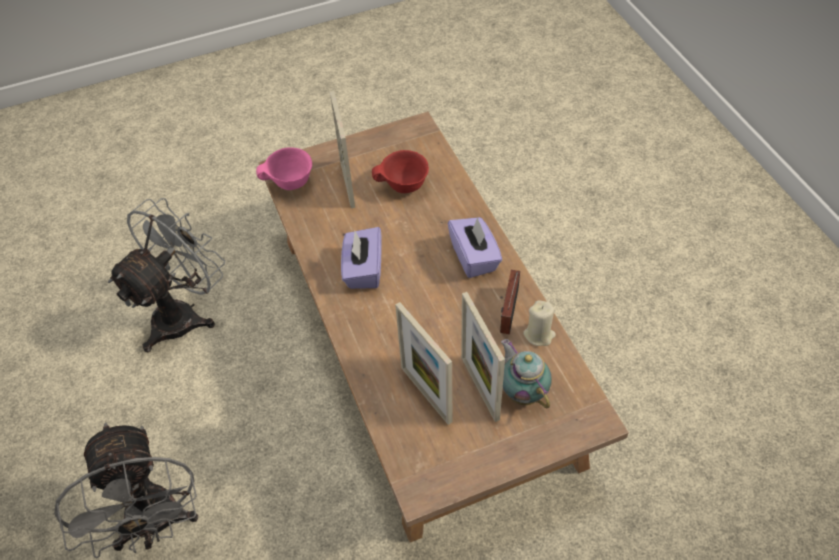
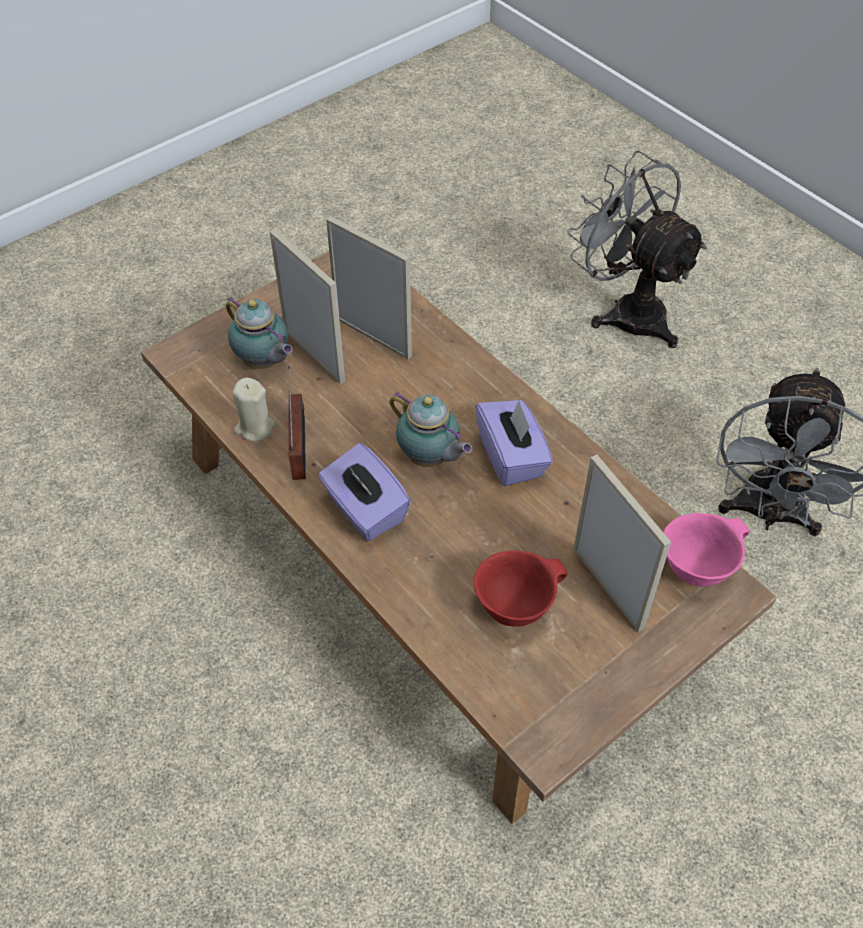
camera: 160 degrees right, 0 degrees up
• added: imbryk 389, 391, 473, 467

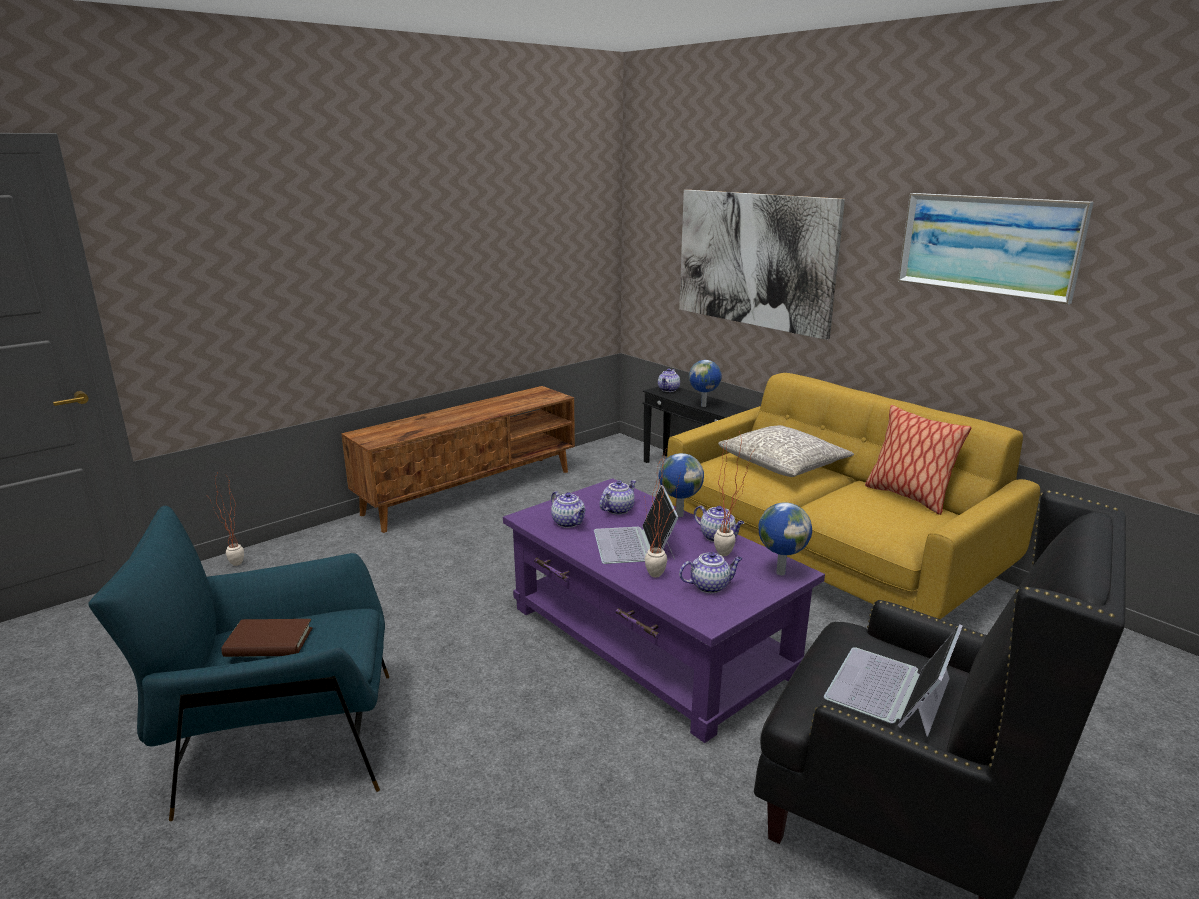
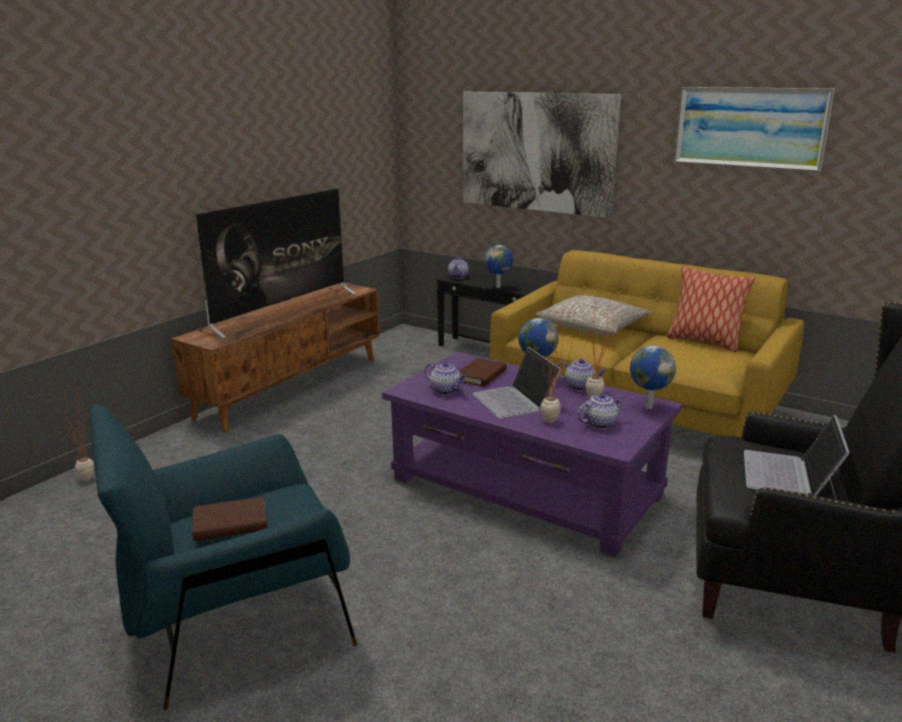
camera: 15 degrees left, 0 degrees up
• added: telewizor 196, 189, 355, 338
• replaced: imbryk 600, 480, 636, 515 to książka [brązowy] 459, 358, 507, 387

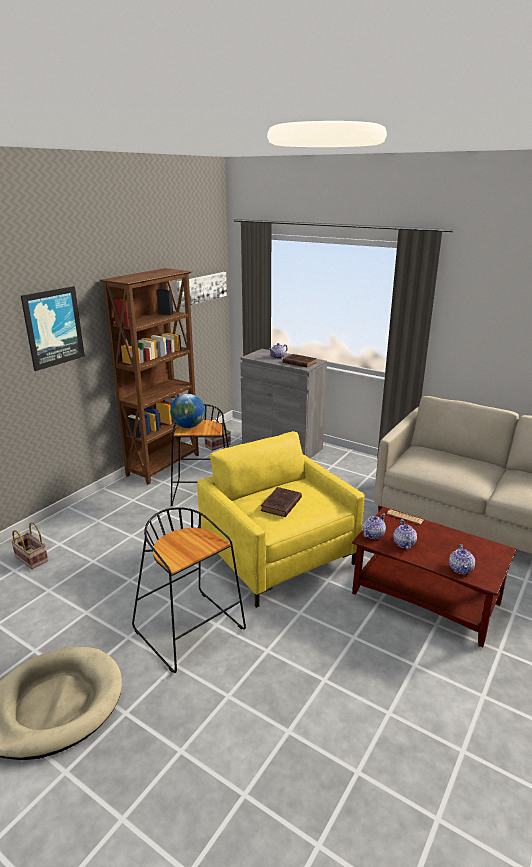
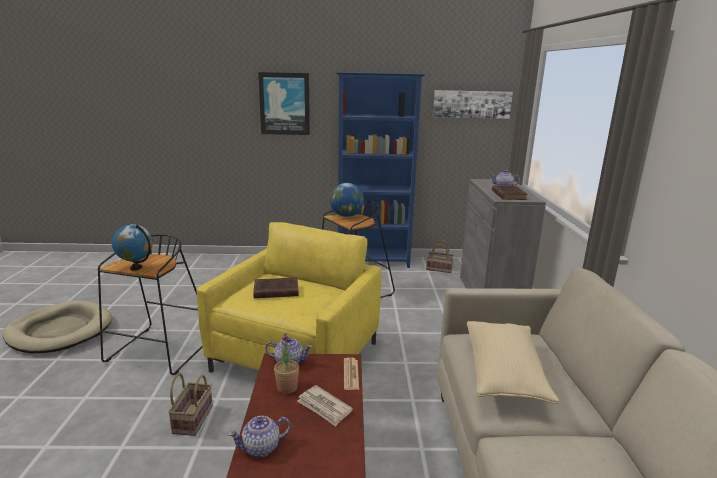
camera: 55 degrees right, 5 degrees down
• added: globus 112, 224, 153, 271
• added: gazeta 297, 385, 353, 426
• added: poduszka [beżowy] 467, 321, 559, 404
• moved: koszyk 11, 522, 48, 569 to 168, 373, 213, 436
• replaced: imbryk 393, 519, 417, 549 to roślina doniczkowa 274, 333, 299, 394
• recoloured: regał [brązowy] 100, 268, 199, 485 to regał [niebieski] 336, 72, 425, 268

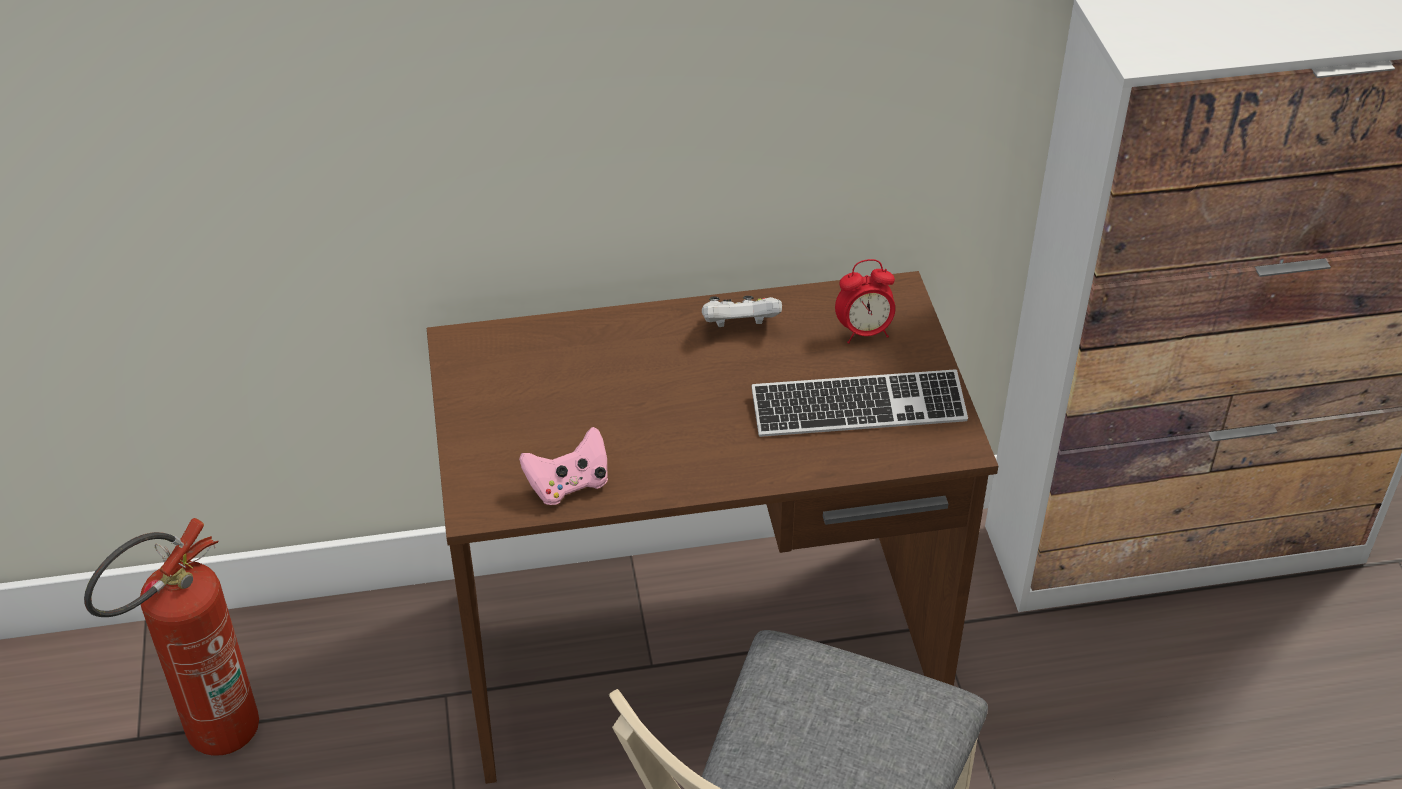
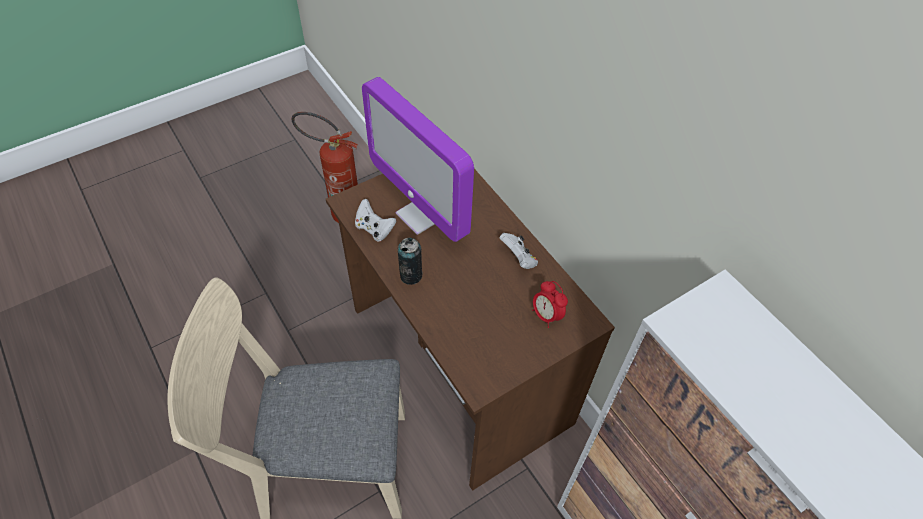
camera: 65 degrees right, 10 degrees up
• removed: klawiatura 752, 369, 968, 437
• added: monitor 362, 77, 474, 242
• added: puszka 398, 238, 423, 285
• recoloured: pad do gier [różowy] 519, 427, 608, 505 to pad do gier [biały] 355, 199, 397, 241

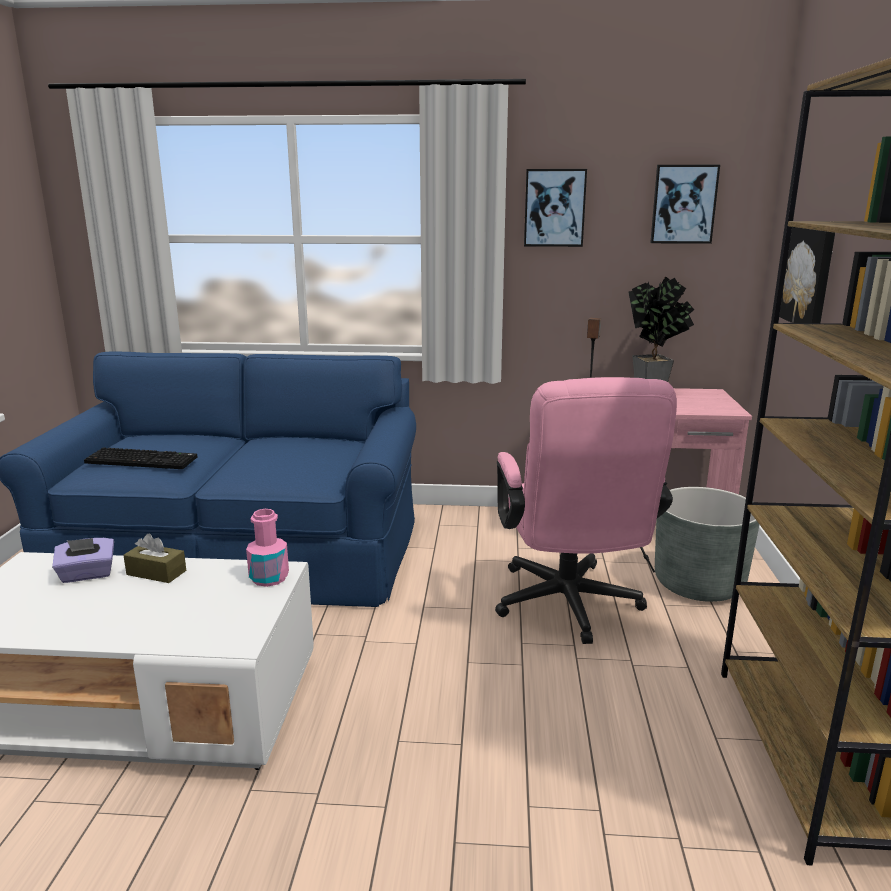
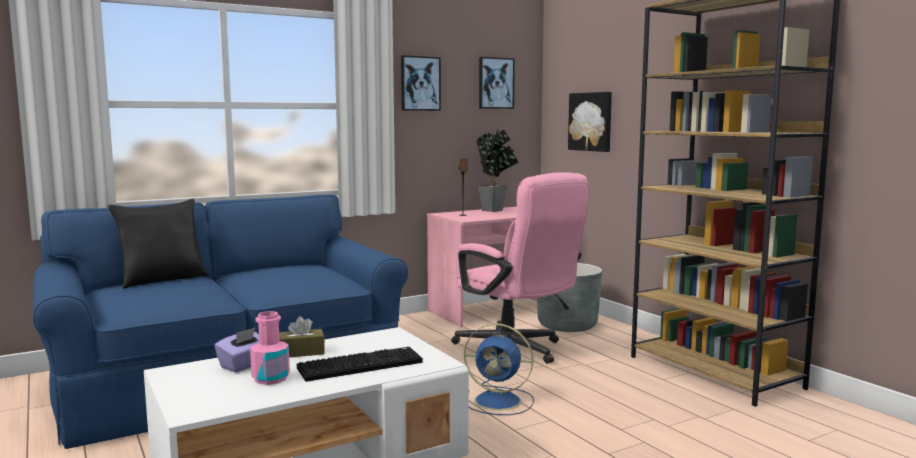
camera: 35 degrees left, 10 degrees down
• added: poduszka [czarny] 108, 198, 209, 289
• added: wentylator [niebieski] 464, 323, 534, 415
• moved: klawiatura 84, 447, 198, 469 to 297, 347, 423, 382
• moved: butelka [różowy] 246, 509, 289, 587 to 250, 311, 290, 385

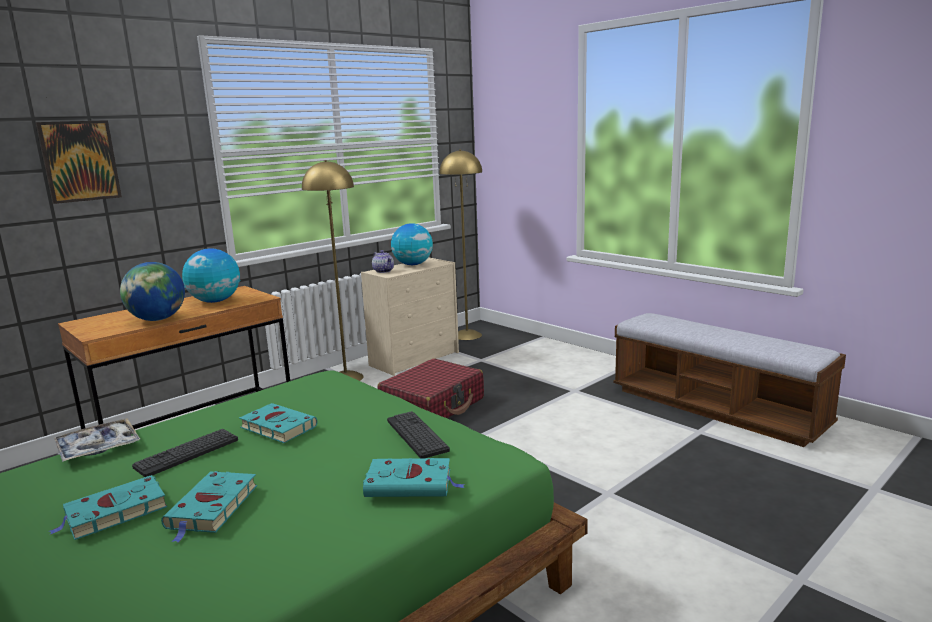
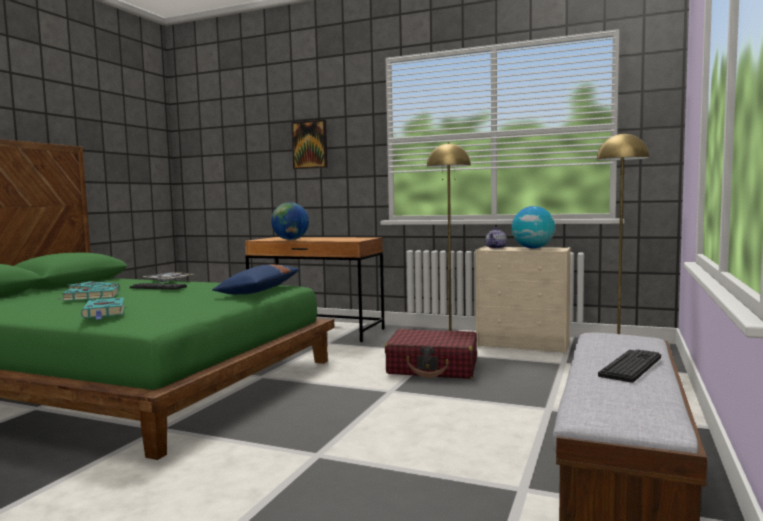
camera: 65 degrees right, 10 degrees down
• removed: globus 182, 248, 241, 303
• removed: książka [turkusowy] 239, 403, 317, 443
• added: poduszka [niebieski] 212, 265, 300, 294
• moved: klawiatura 387, 411, 450, 458 to 598, 349, 661, 383

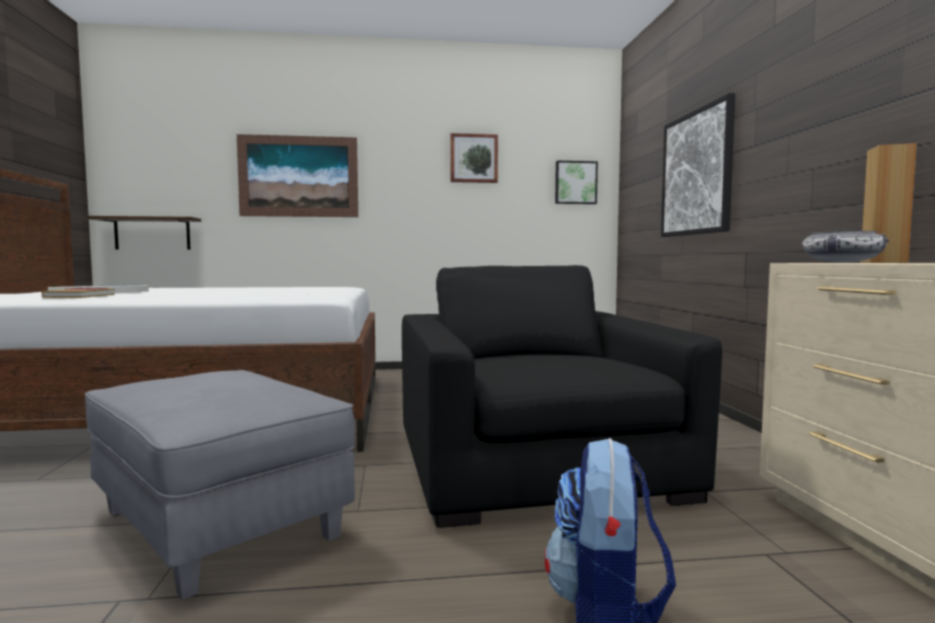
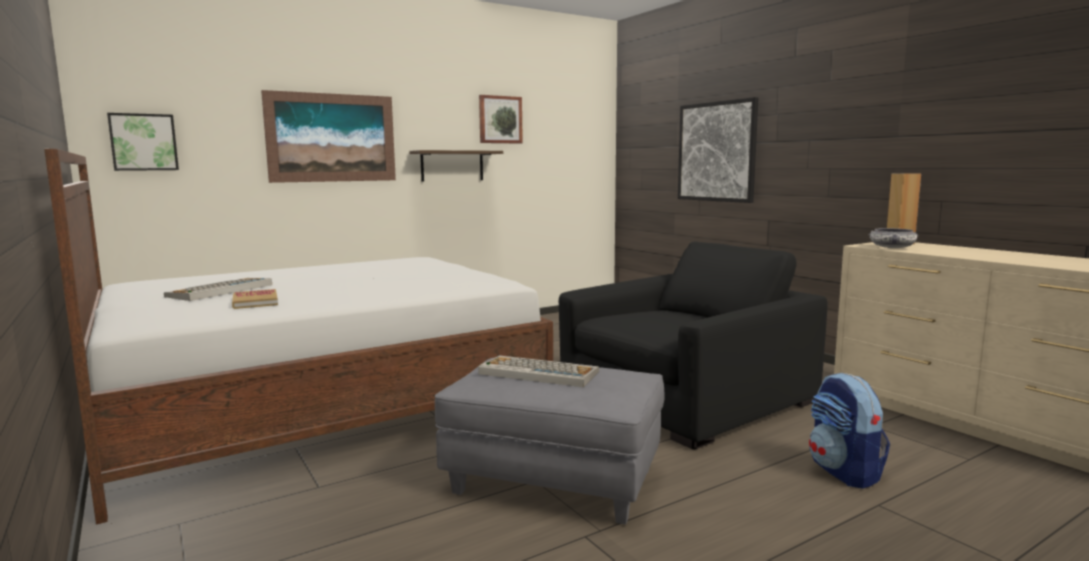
camera: 25 degrees left, 5 degrees up
• added: klawiatura 478, 355, 599, 387
• moved: półka 87, 216, 201, 250 to 409, 150, 503, 182
• moved: obraz 555, 161, 598, 204 to 107, 113, 179, 171
• turned: fotel [czarny] 402, 265, 722, 528 = 559, 241, 828, 449 90 degrees clockwise

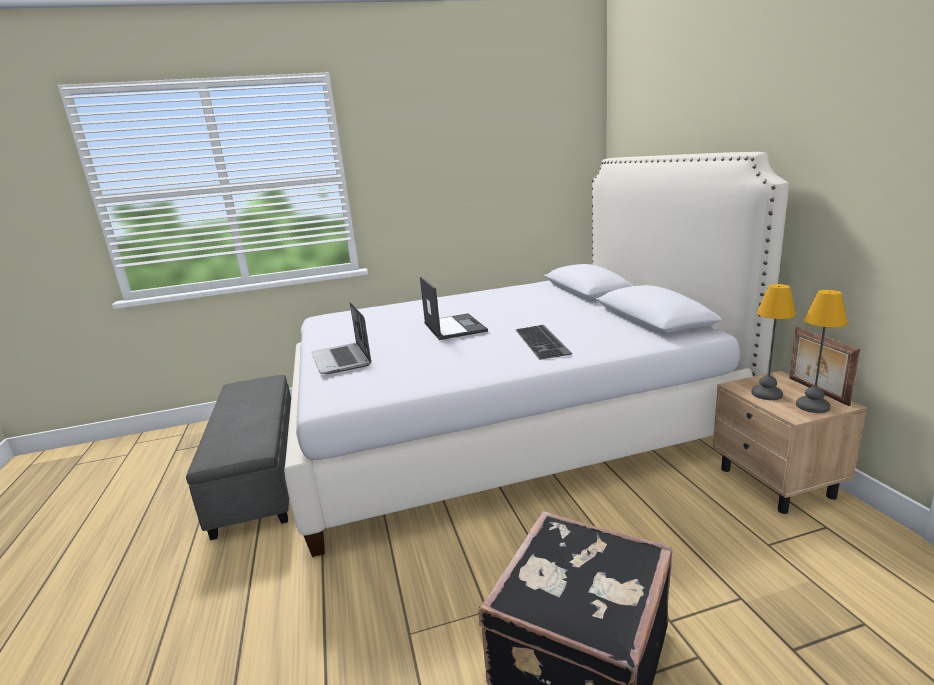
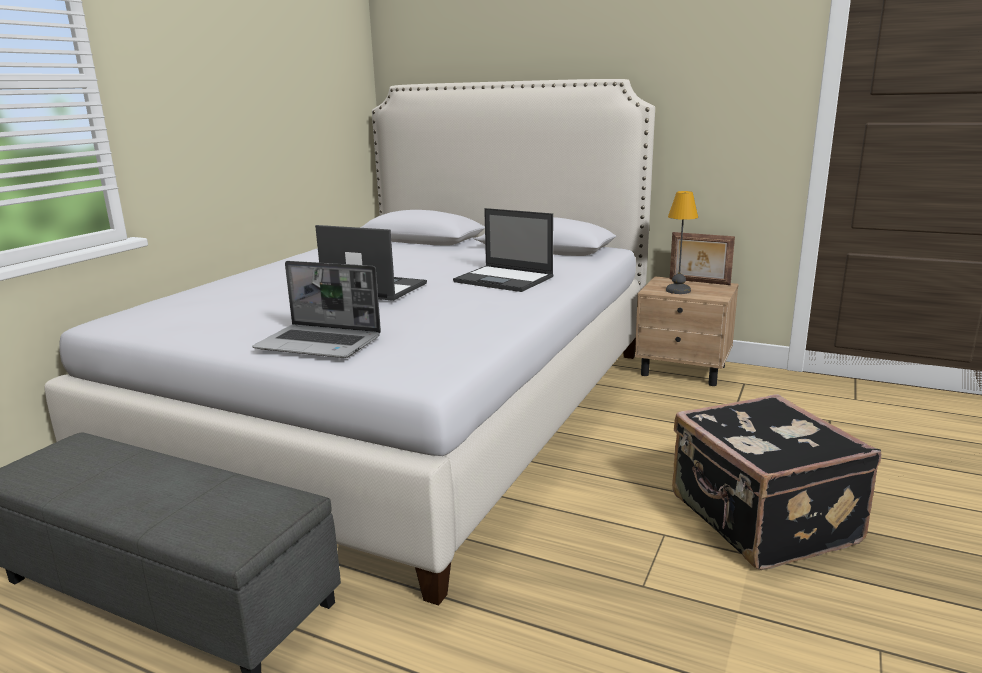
camera: 50 degrees left, 0 degrees up
• removed: lampa stołowa 796, 290, 847, 413
• replaced: klawiatura 516, 325, 572, 360 to laptop 453, 208, 554, 292

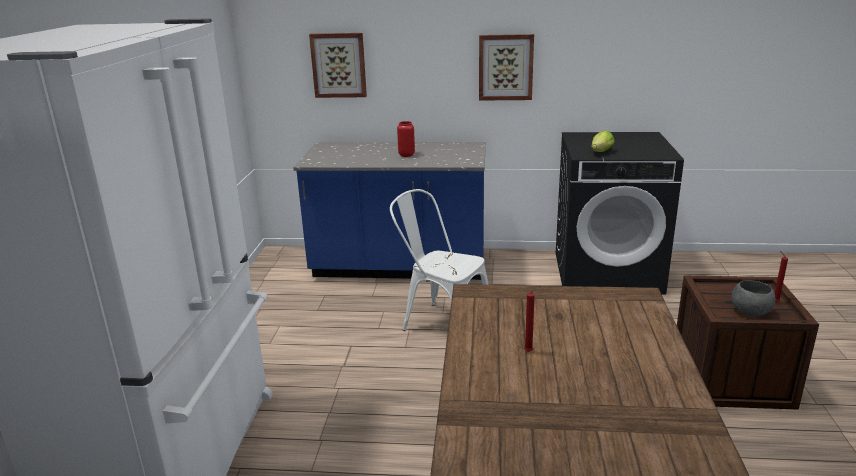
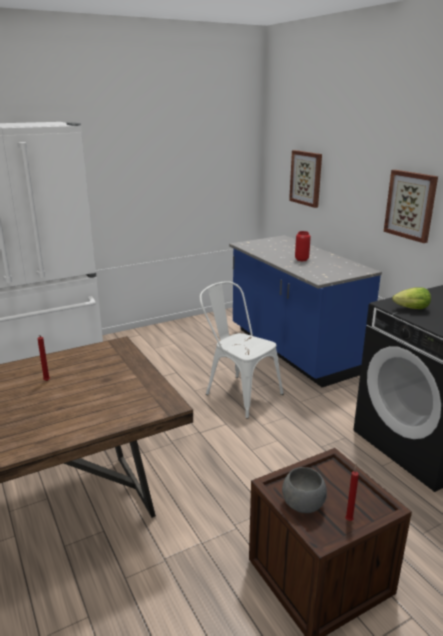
camera: 55 degrees right, 0 degrees up
• turned: krzesło [biały] 390, 189, 489, 331 = 200, 281, 284, 419 45 degrees counterclockwise

